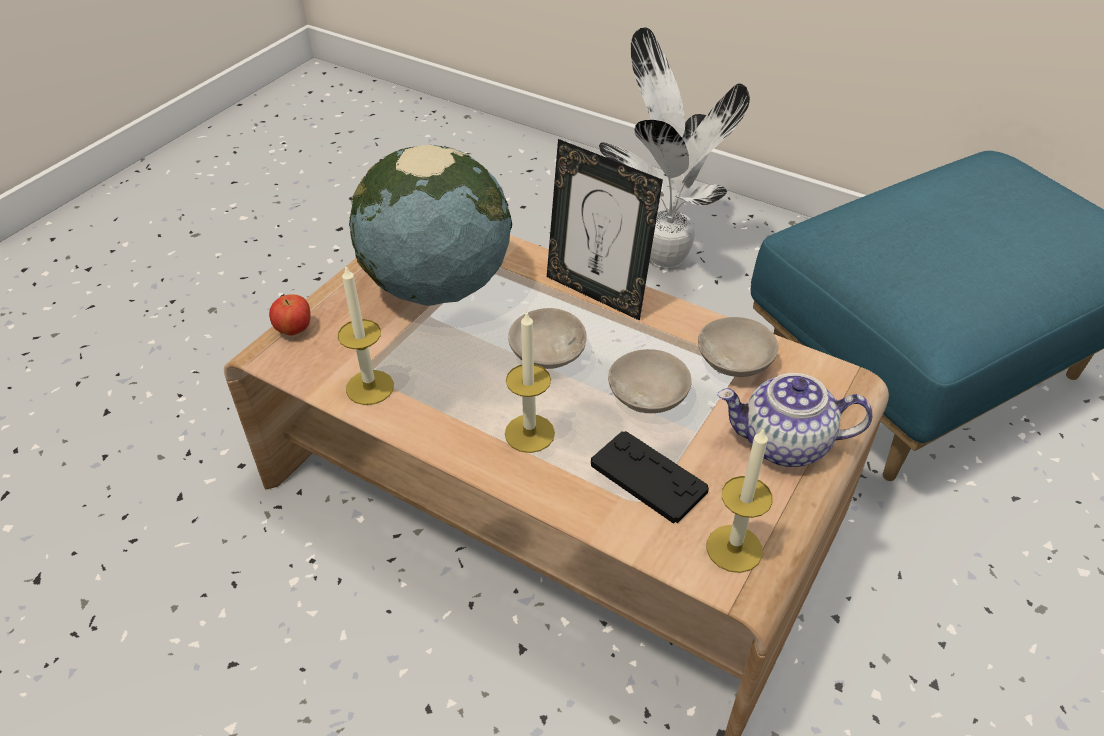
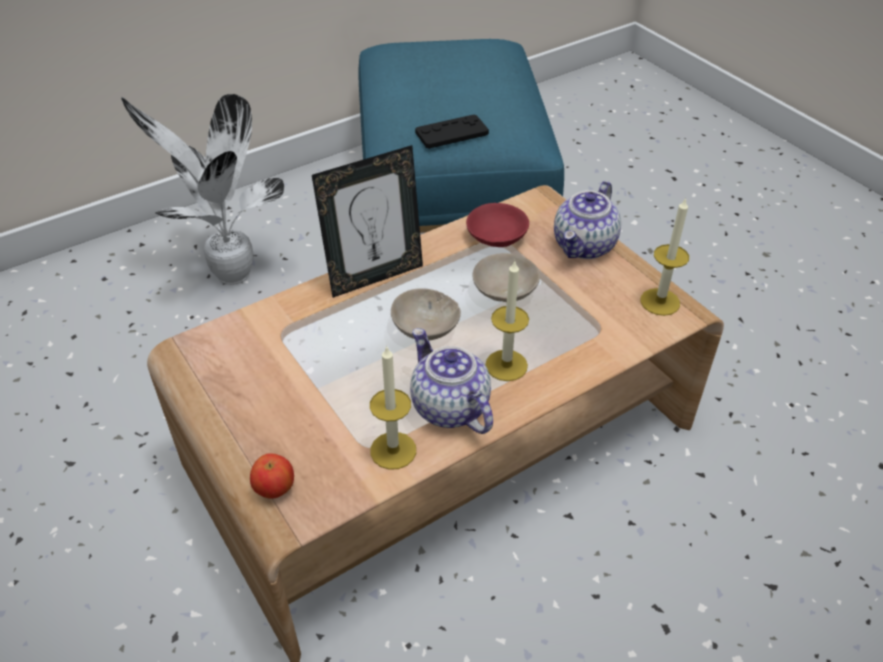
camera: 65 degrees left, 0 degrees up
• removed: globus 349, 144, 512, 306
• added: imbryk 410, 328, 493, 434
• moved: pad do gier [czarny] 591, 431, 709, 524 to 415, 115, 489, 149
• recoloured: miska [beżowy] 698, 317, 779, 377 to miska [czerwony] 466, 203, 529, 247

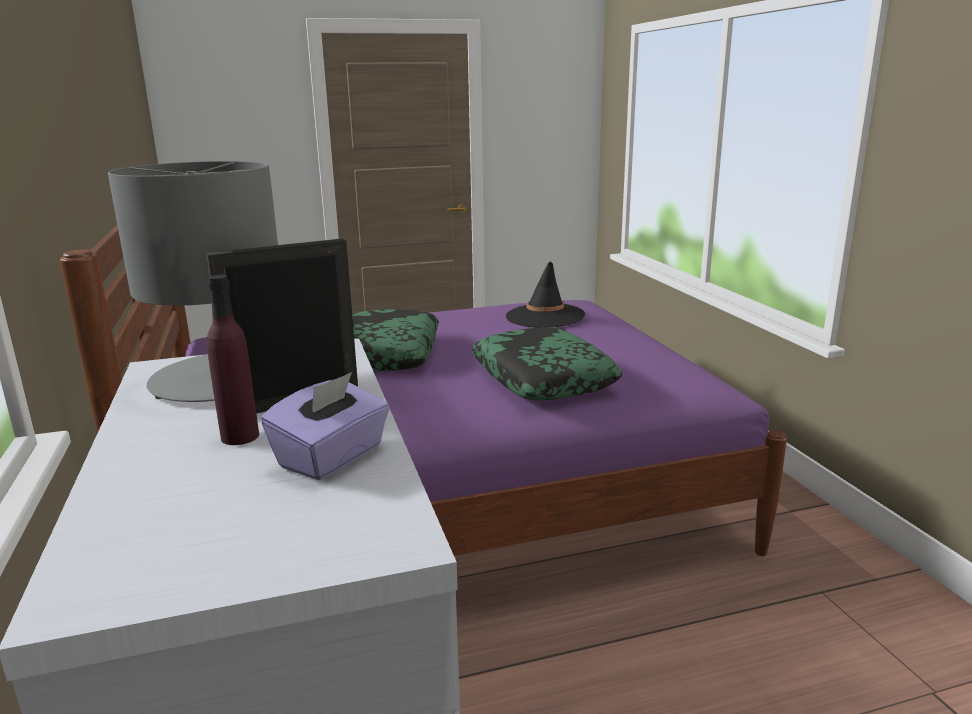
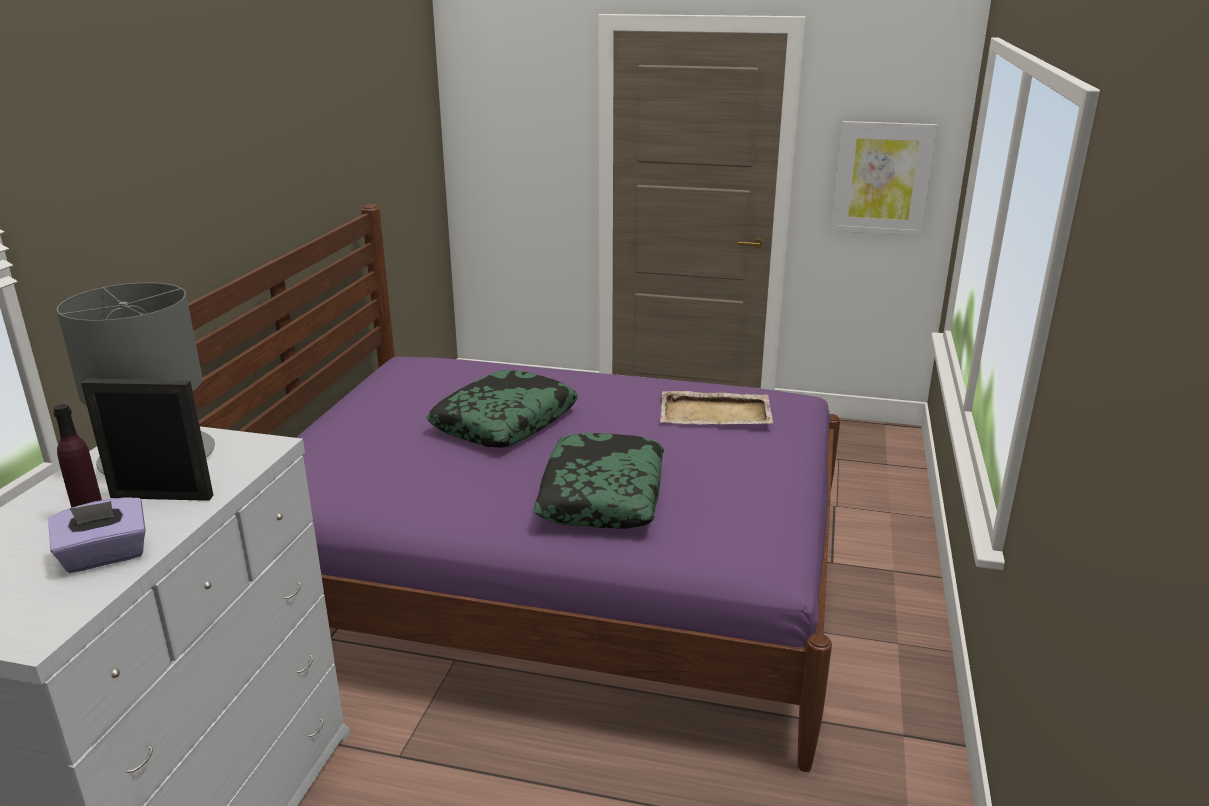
camera: 30 degrees right, 5 degrees up
• added: obraz 832, 121, 938, 236
• replaced: kapelusz [czarny] 506, 261, 585, 328 to taca [beżowy] 660, 391, 773, 424

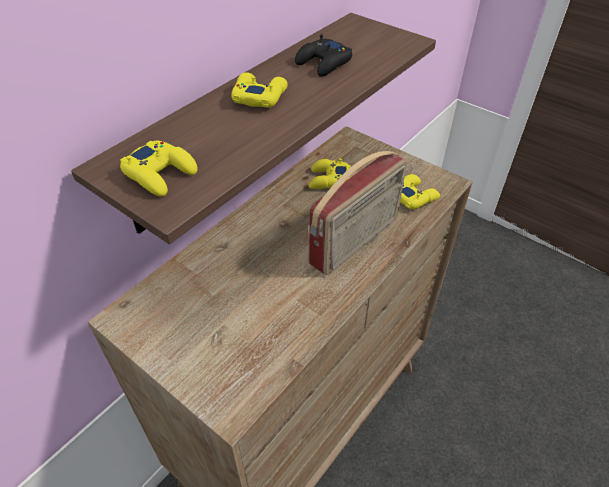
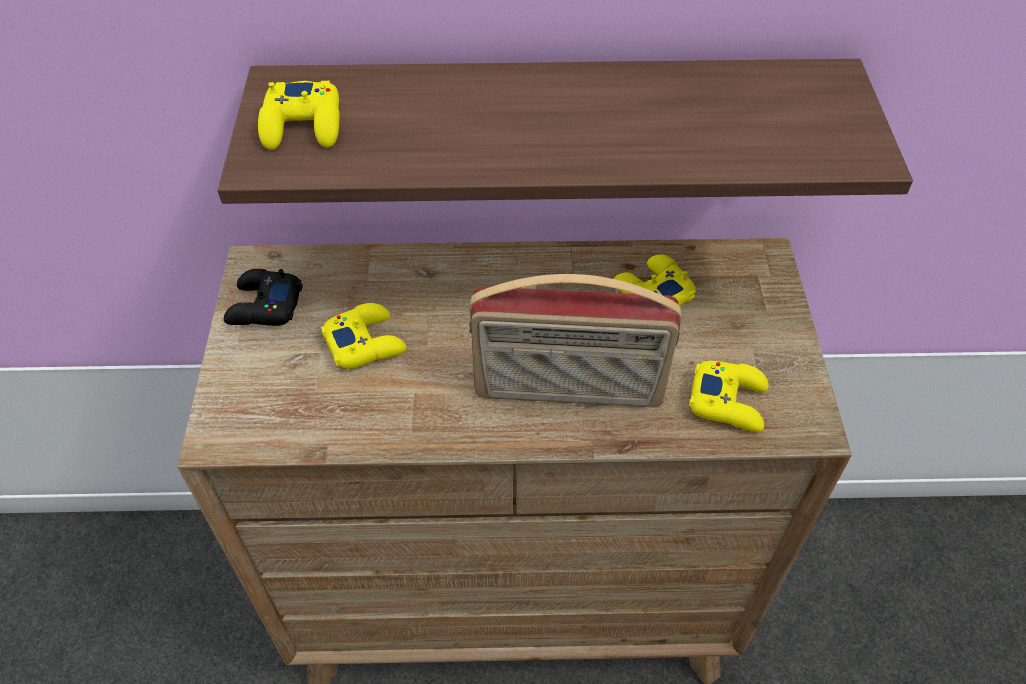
camera: 50 degrees right, 5 degrees up
• moved: pad do gier [żółty] 231, 72, 288, 107 to 321, 303, 407, 369
• moved: pad do gier [czarny] 295, 34, 352, 77 to 224, 269, 303, 326

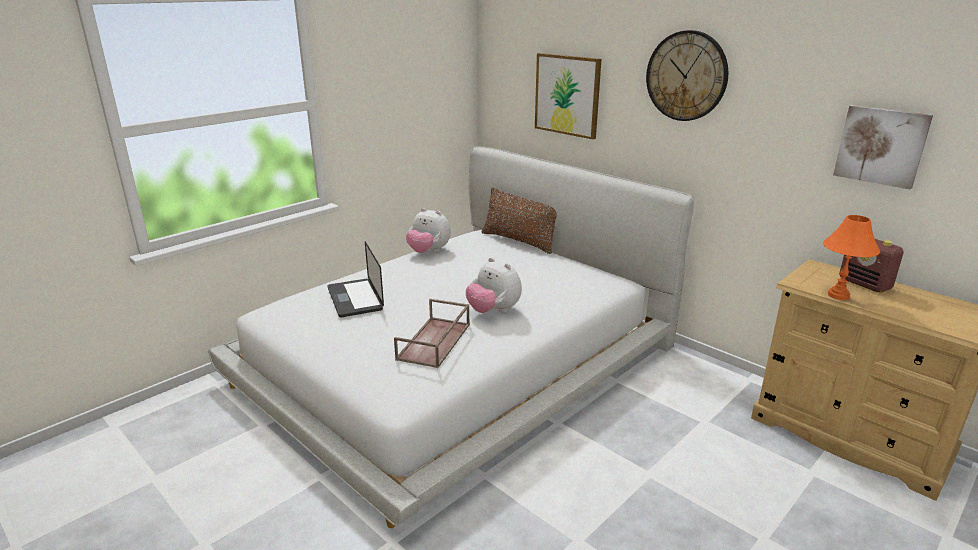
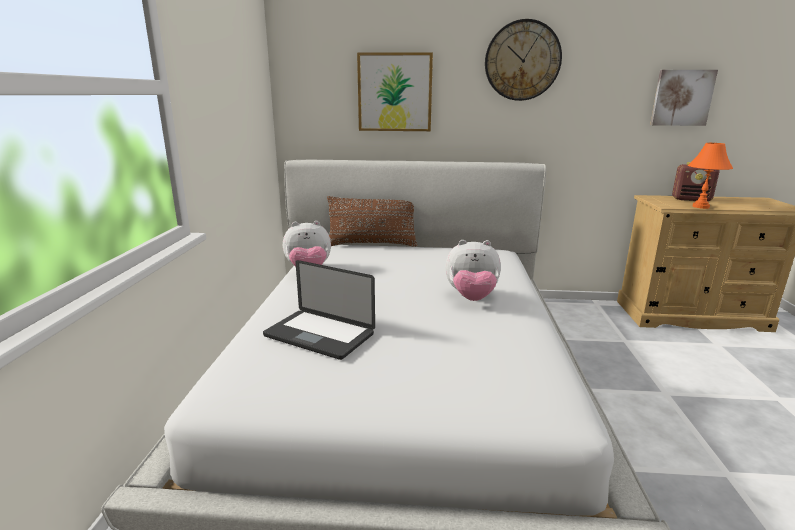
camera: 40 degrees left, 5 degrees down
• removed: taca [brązowy] 394, 299, 470, 368

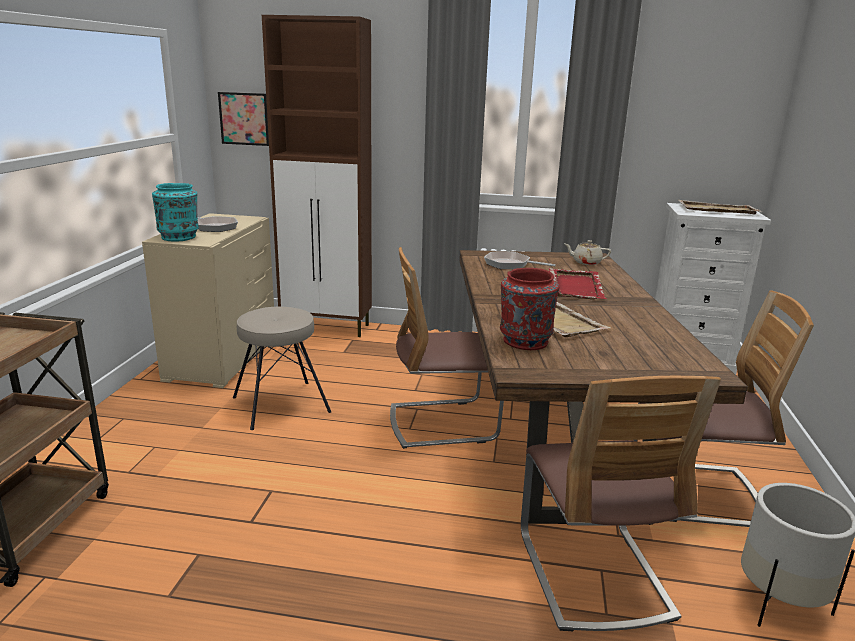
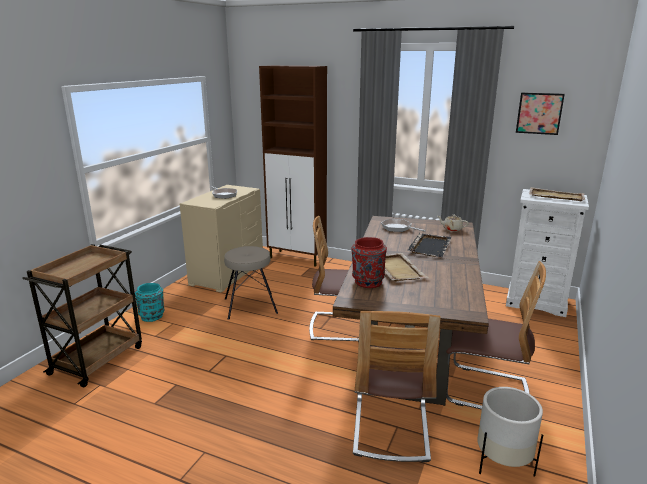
camera: 15 degrees right, 0 degrees up
• moved: wazon [turkusowy] 152, 183, 199, 241 to 135, 283, 164, 322
• moved: obraz 218, 92, 269, 146 to 516, 93, 565, 135
• recoloured: taca [czerwony] 549, 268, 606, 300 to taca [czarny] 407, 233, 452, 257

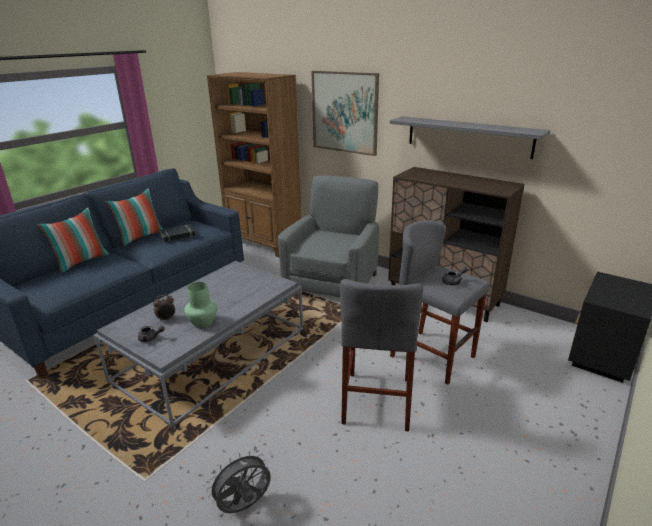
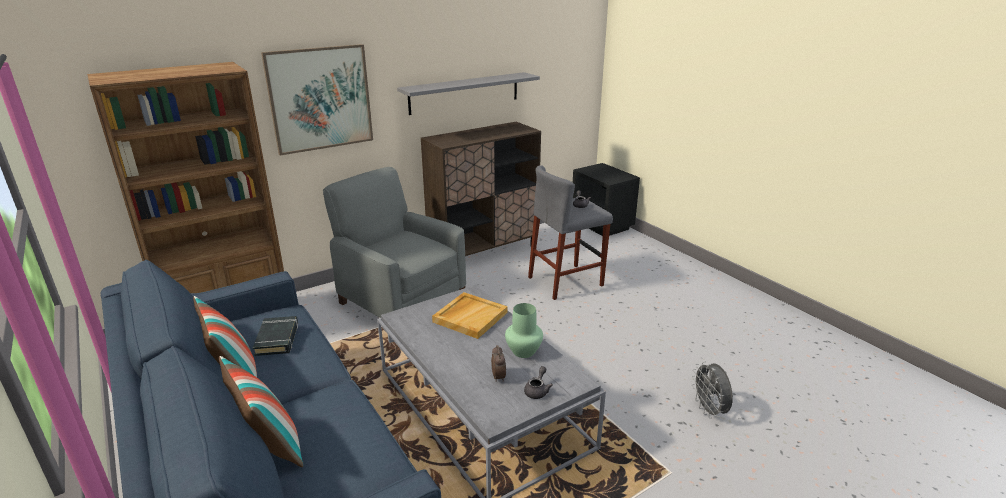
camera: 70 degrees left, 0 degrees up
• removed: stołek [szary] 340, 279, 424, 432
• added: taca [beżowy] 432, 292, 507, 339

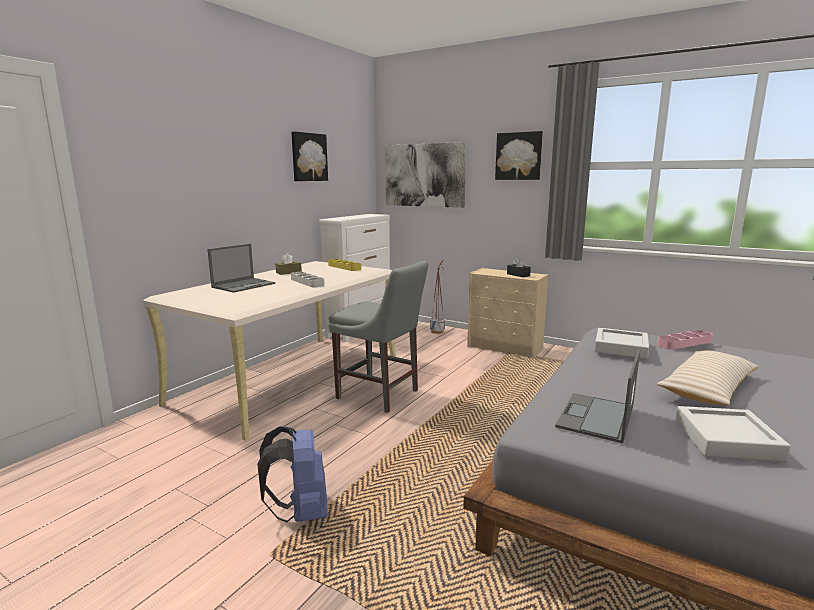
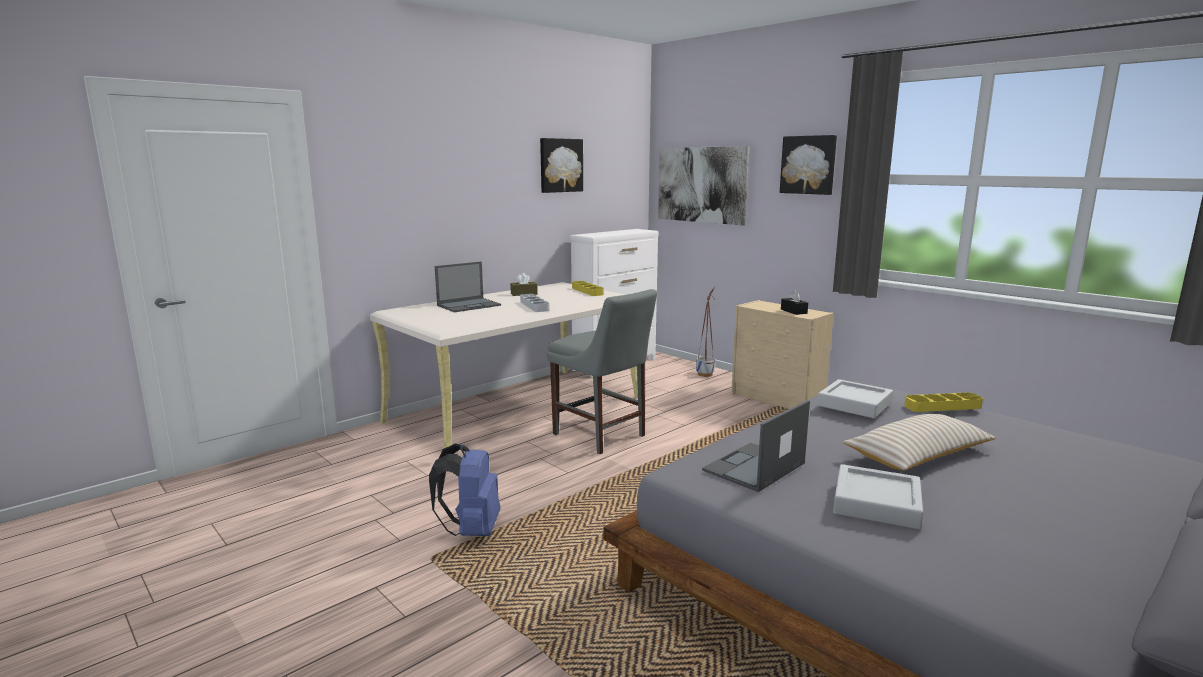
camera: 15 degrees right, 0 degrees up
• recoloured: taca [różowy] 657, 330, 713, 350 to taca [żółty] 904, 392, 983, 412

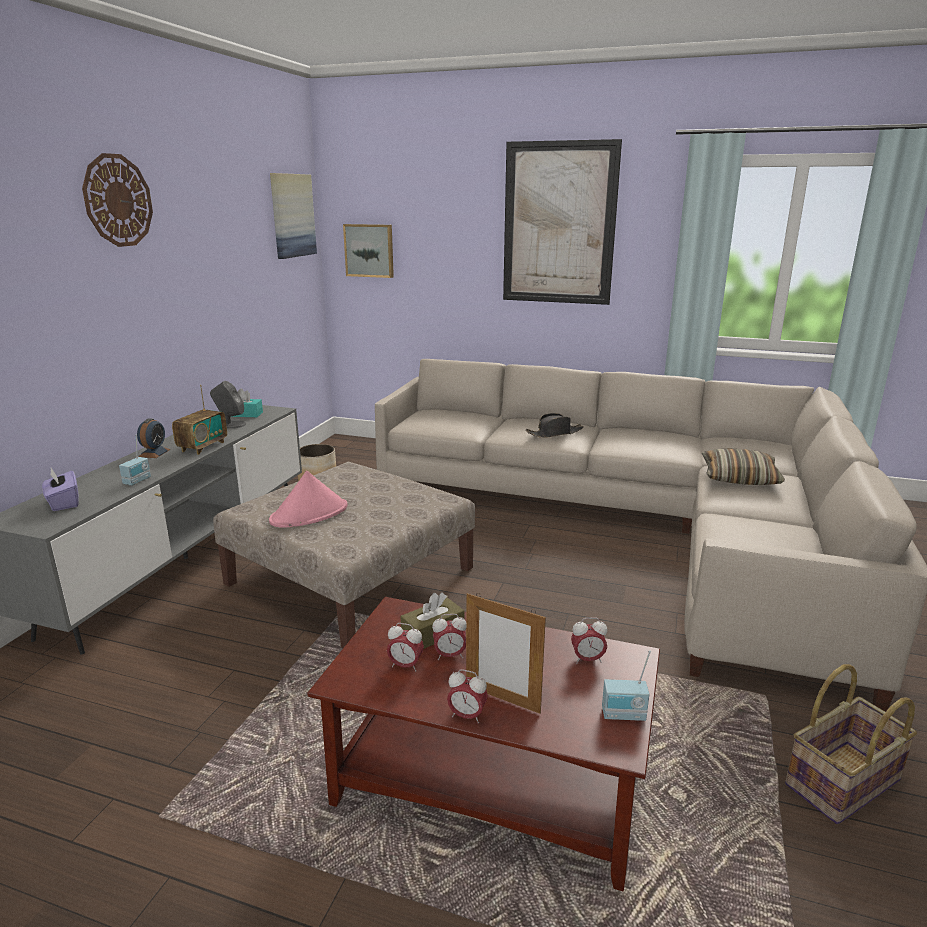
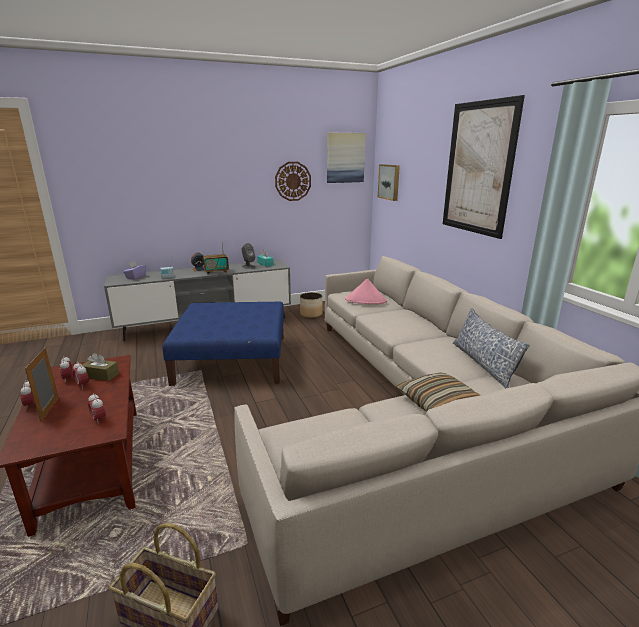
camera: 50 degrees right, 0 degrees up
• removed: kapelusz [czarny] 526, 413, 584, 438
• removed: radio 602, 650, 651, 721
• added: poduszka 453, 308, 530, 388
• moved: zegar ścienny 82, 153, 153, 247 to 275, 162, 311, 201
• moved: kapelusz [różowy] 269, 471, 348, 528 to 345, 278, 387, 304
• recoloured: pufa [beżowy] 213, 462, 475, 648 to pufa [niebieski] 162, 301, 284, 386

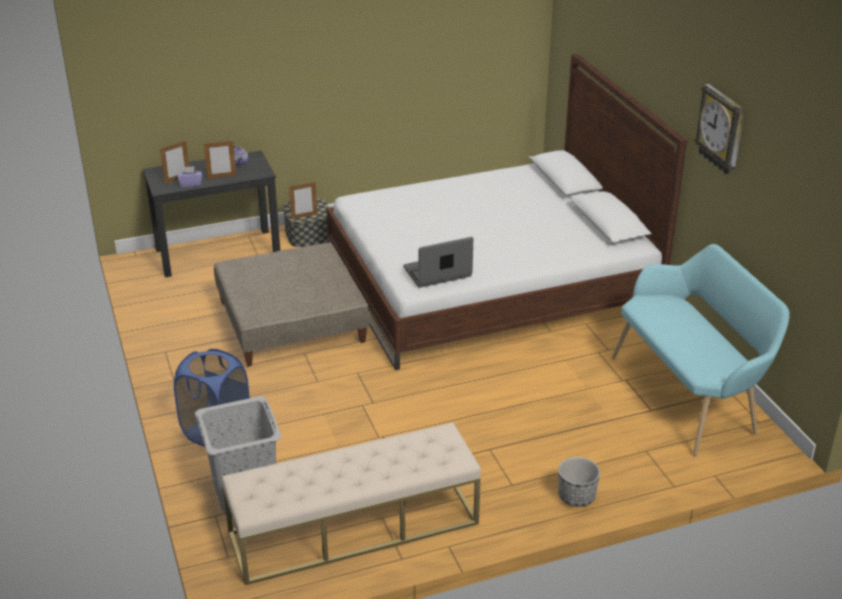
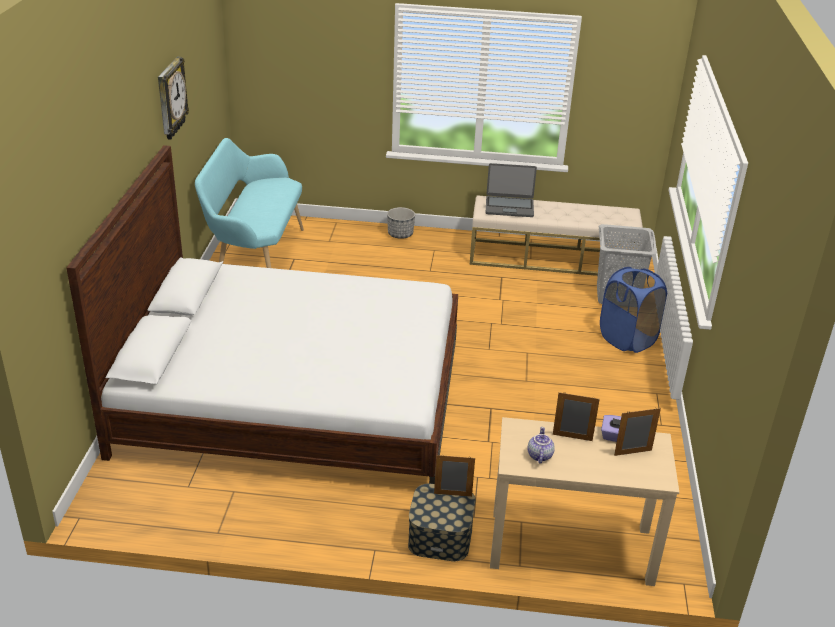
camera: 155 degrees left, 0 degrees up
• removed: pufa [beżowy] 214, 243, 370, 367
• moved: laptop 403, 237, 473, 288 to 486, 163, 537, 217
• recoloured: biurko [czarny] 143, 151, 280, 278 to biurko [beżowy] 490, 417, 679, 586

